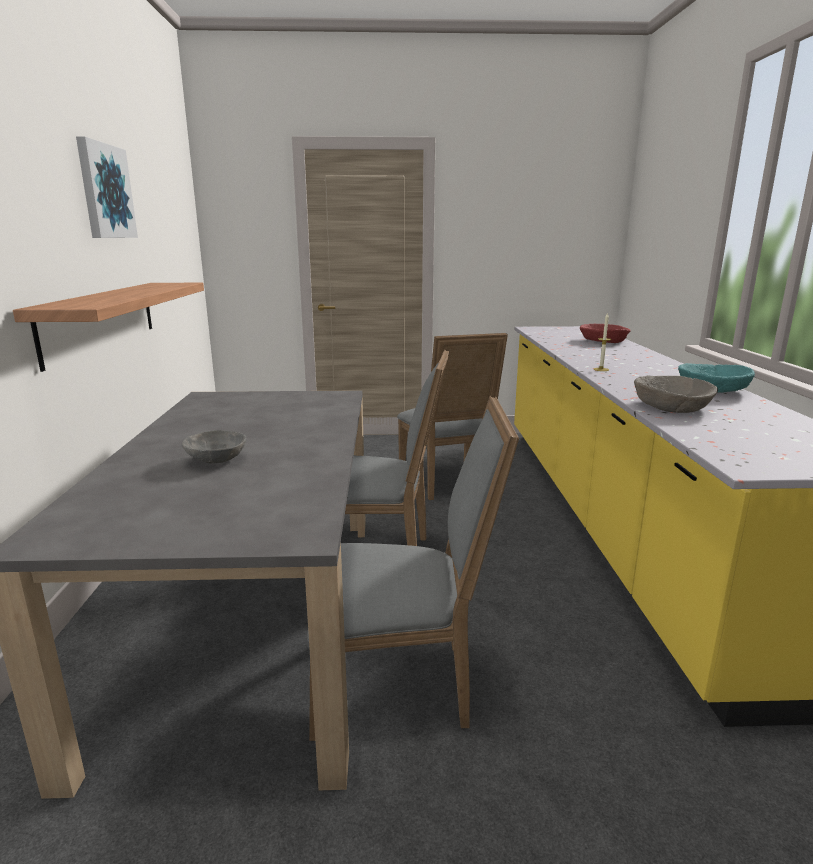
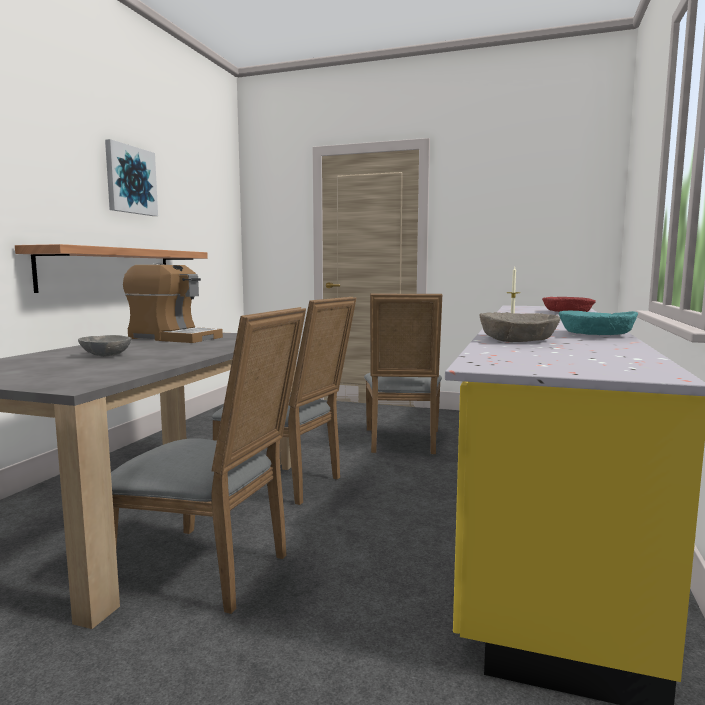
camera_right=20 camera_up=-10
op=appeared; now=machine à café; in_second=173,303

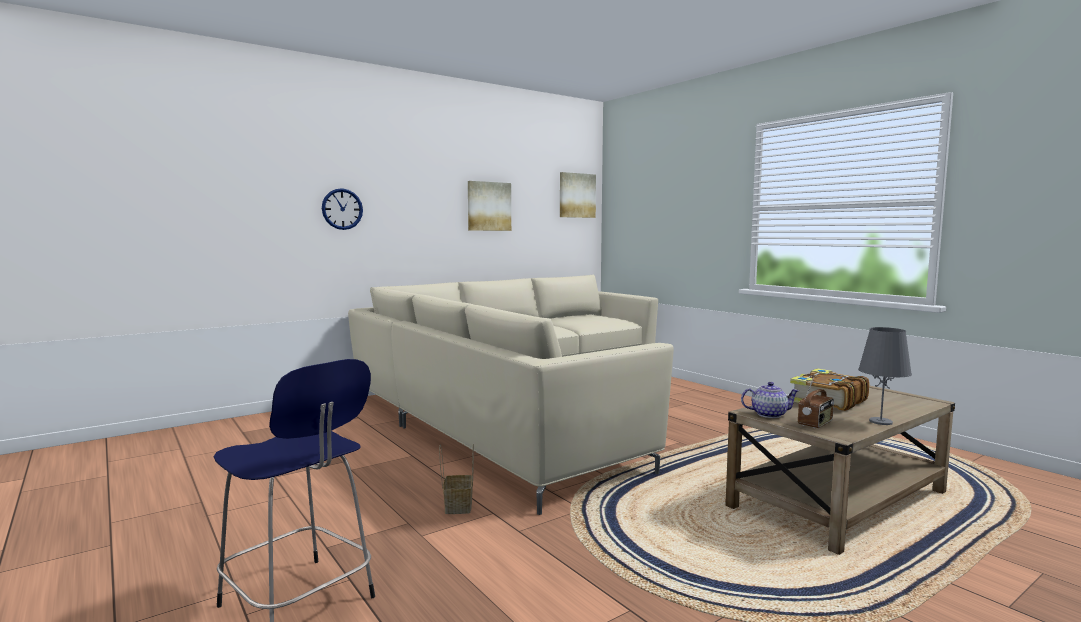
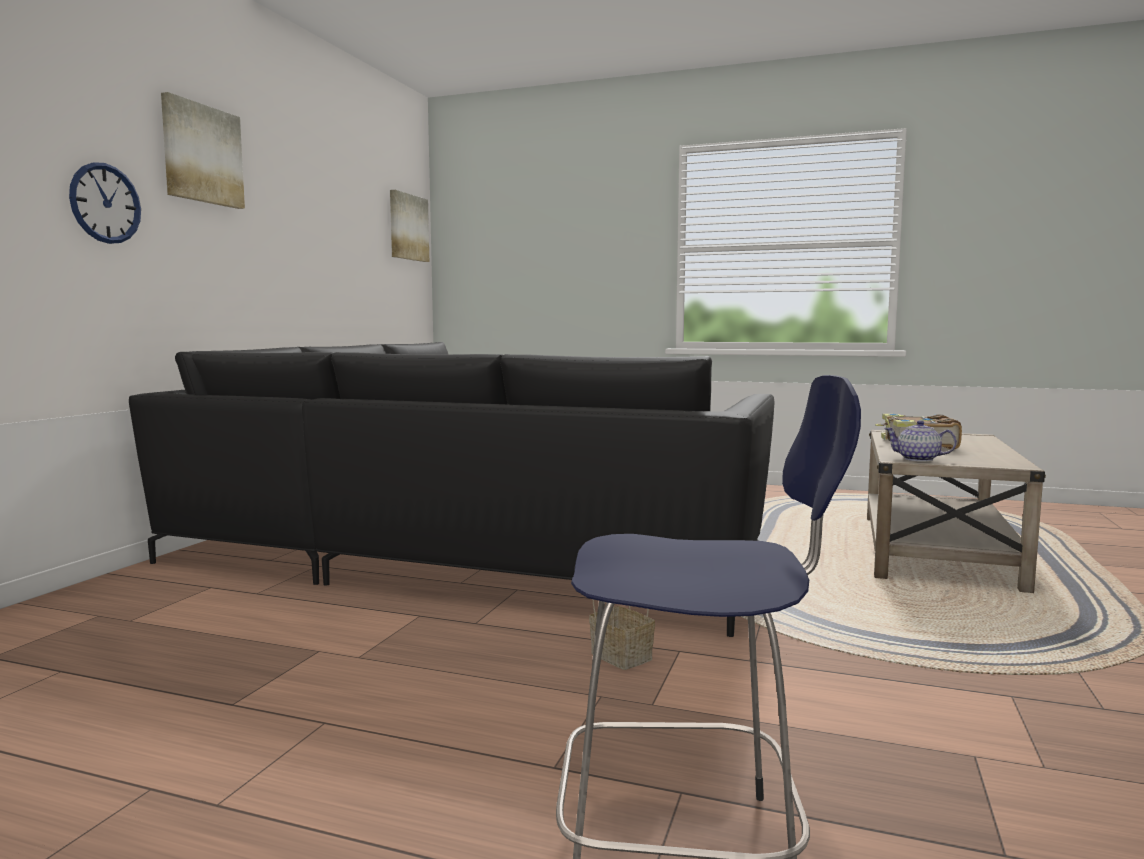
camera_right=-35 camera_up=0
op=relocated; was=tableau; in_first=489,206; in_second=203,150
op=colour; was=canapé (beige); now=canapé (noir); in_first=511,395; in_second=452,489
op=missing; was=lampe de table (gris); in_first=885,376
op=missing; was=radio; in_first=816,402
op=spun; was=théière; in_first=770,400; in_second=920,441; clockwise=-120

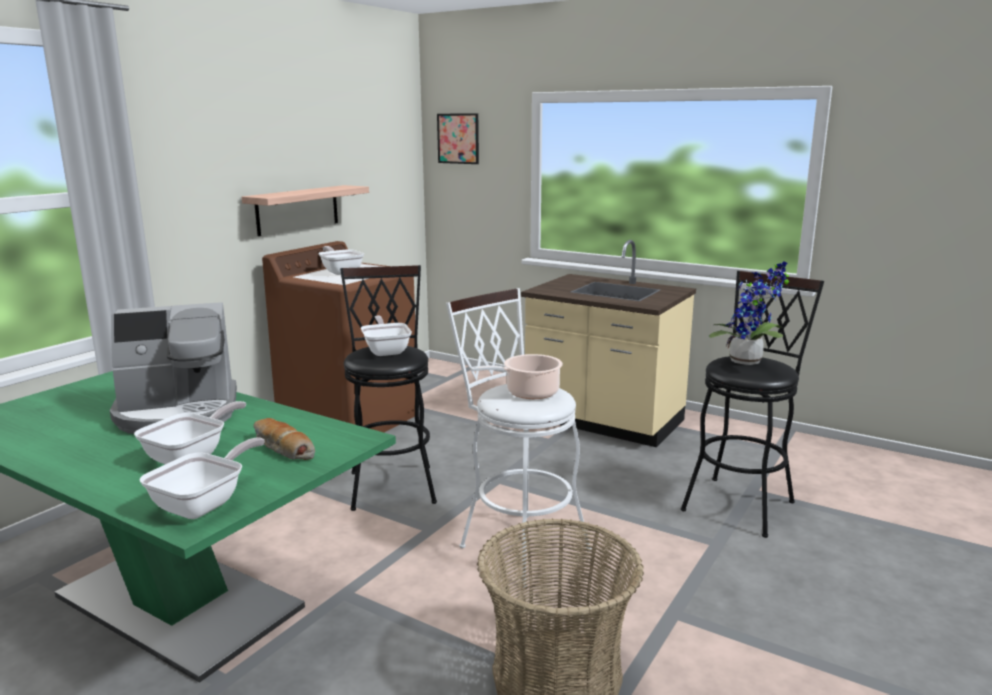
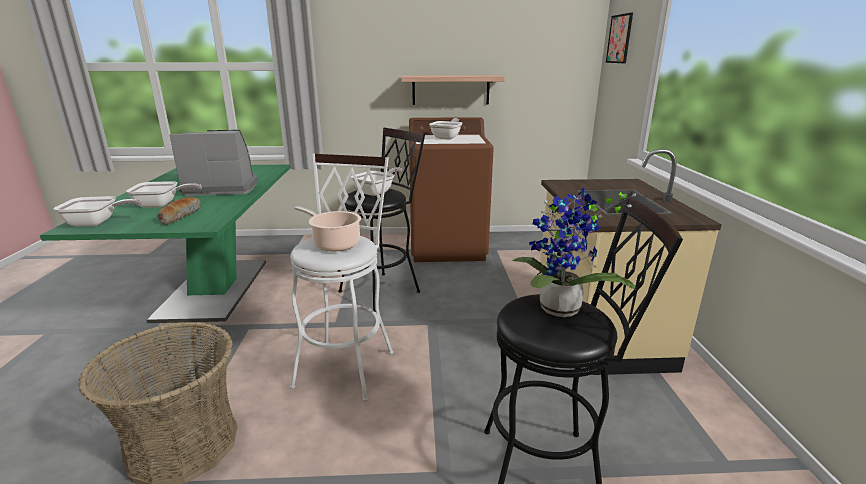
camera_right=55 camera_up=5
op=spun; was=machine à café; in_first=173,368; in_second=213,163; clockwise=135

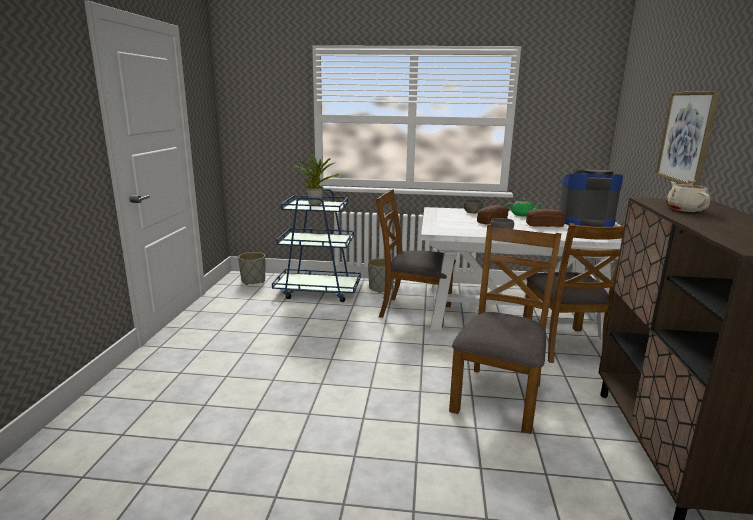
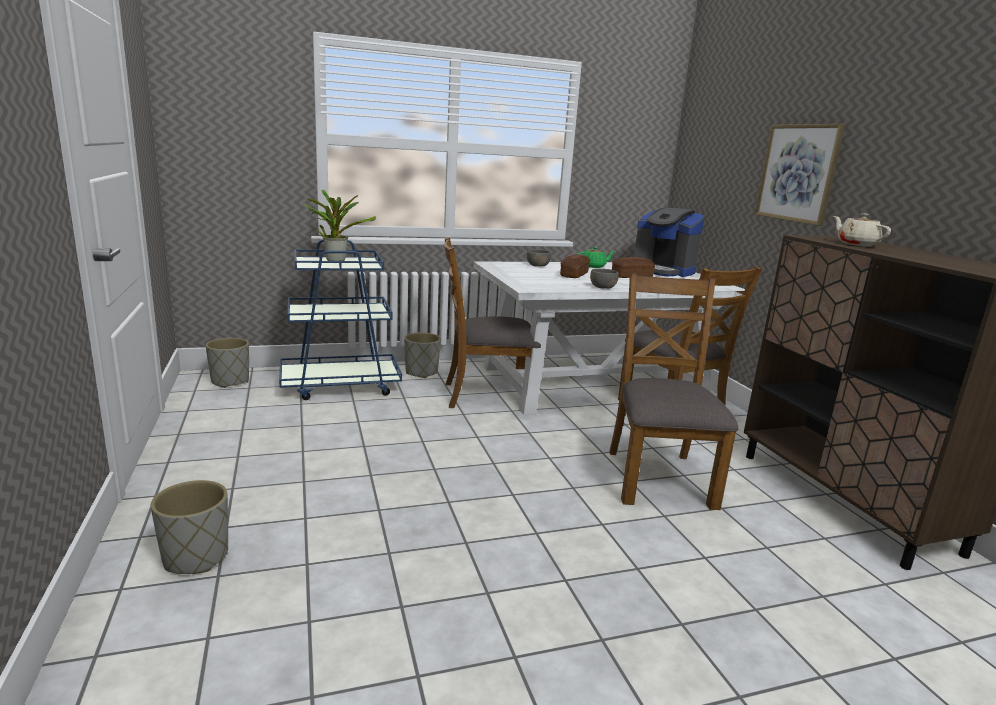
camera_right=-25 camera_up=0
op=spun; was=machine à café; in_first=591,198; in_second=669,242; clockwise=-120
op=appeared; now=cache-pot (gris); in_second=189,527

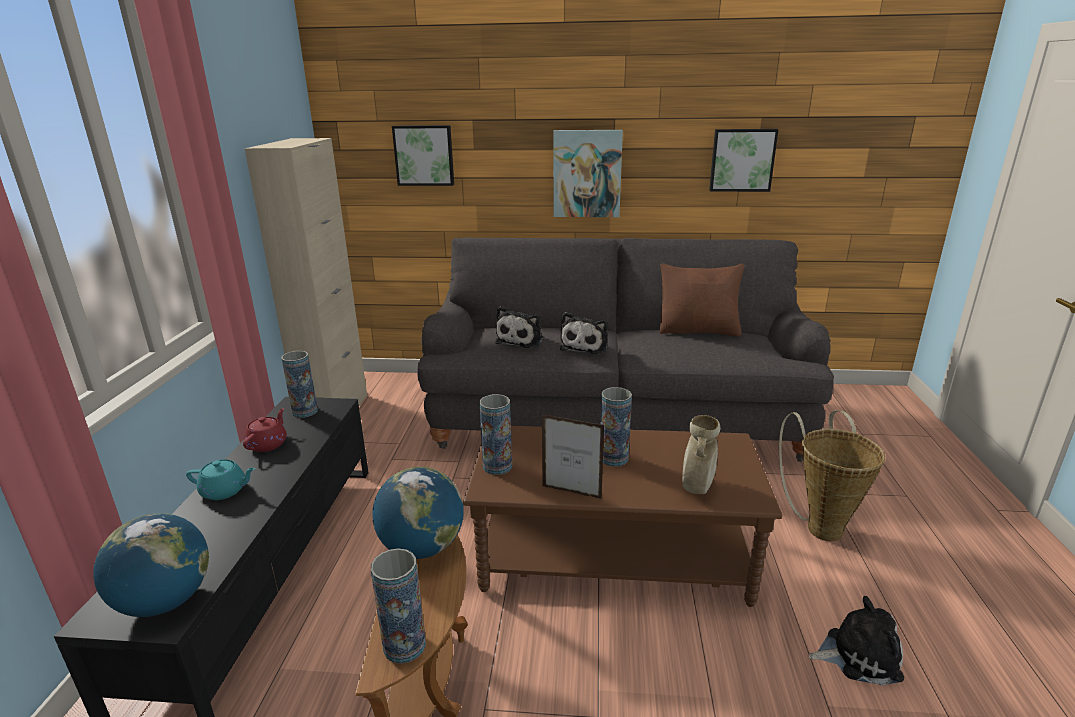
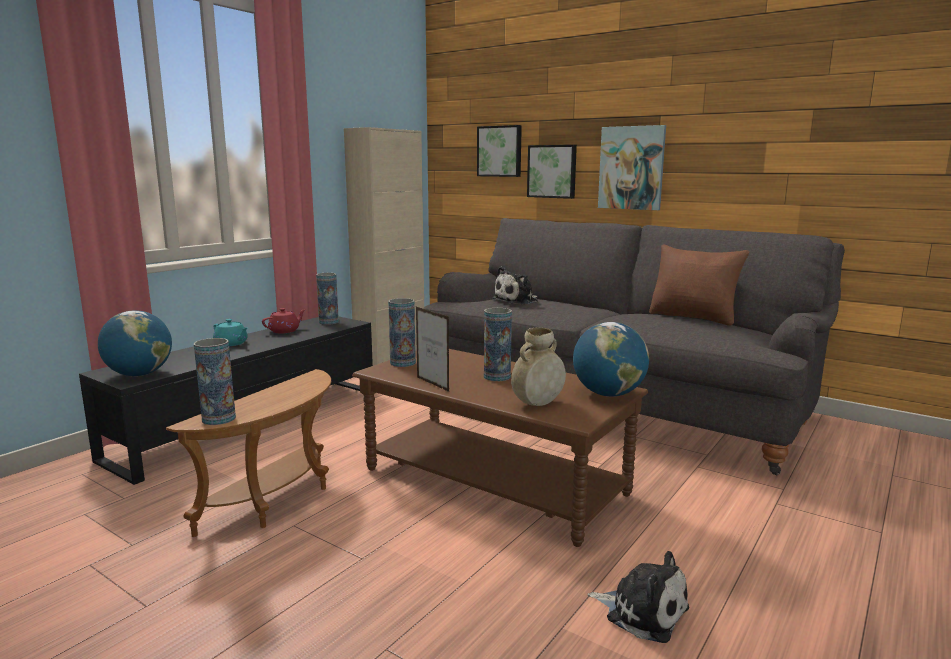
camera_right=30 camera_up=-10
op=relocated; was=tableau; in_first=744,160; in_second=552,172
op=missing; was=peluche; in_first=584,333
op=missing; was=panier; in_first=832,475
op=relocated; was=globe; in_first=418,513; in_second=611,359

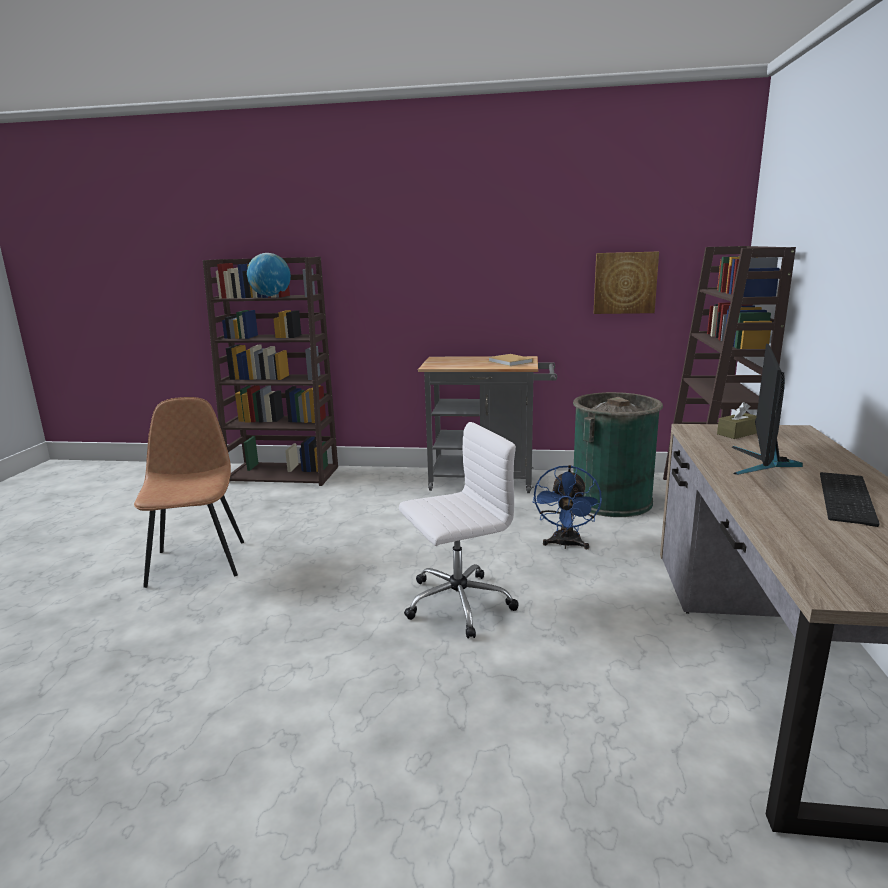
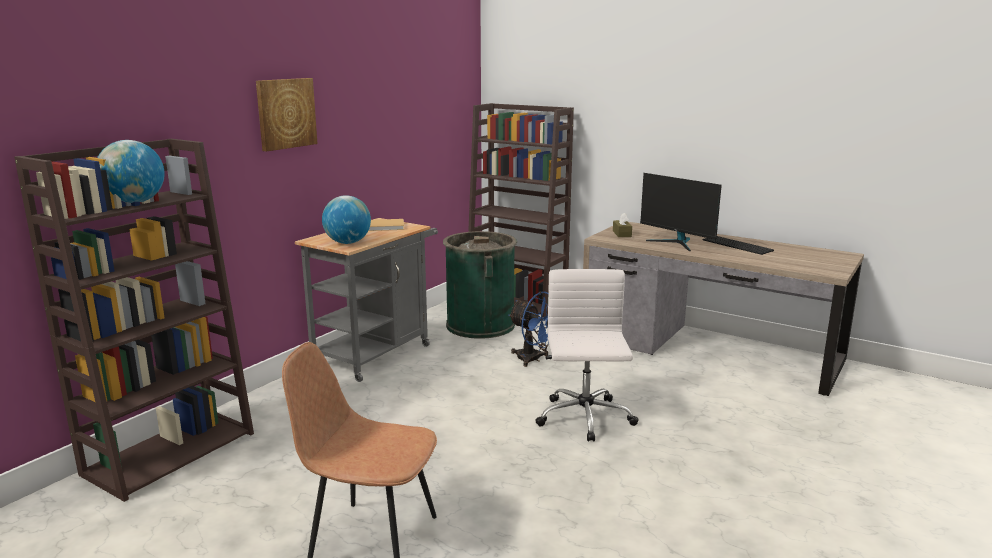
camera_right=-65 camera_up=0
op=relocated; was=tableau; in_first=626,283; in_second=286,115
op=appeared; now=globe; in_second=346,219

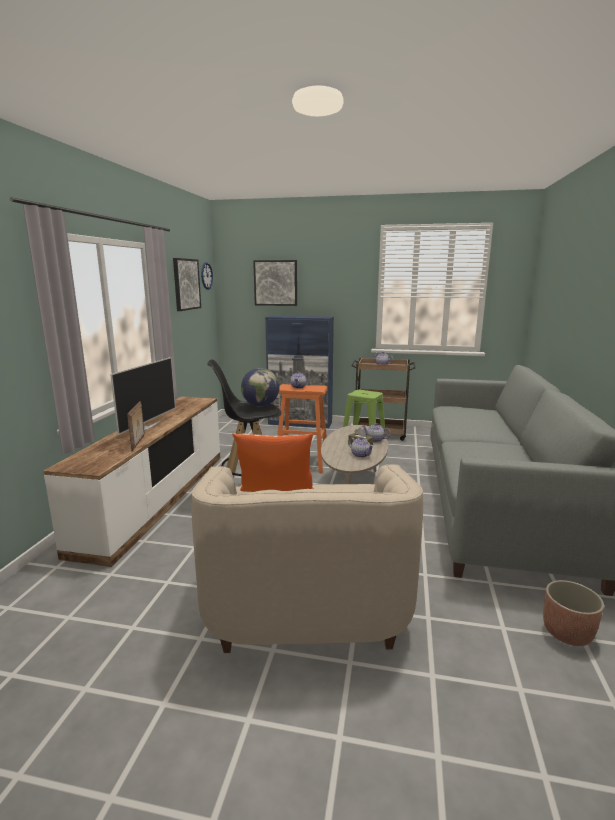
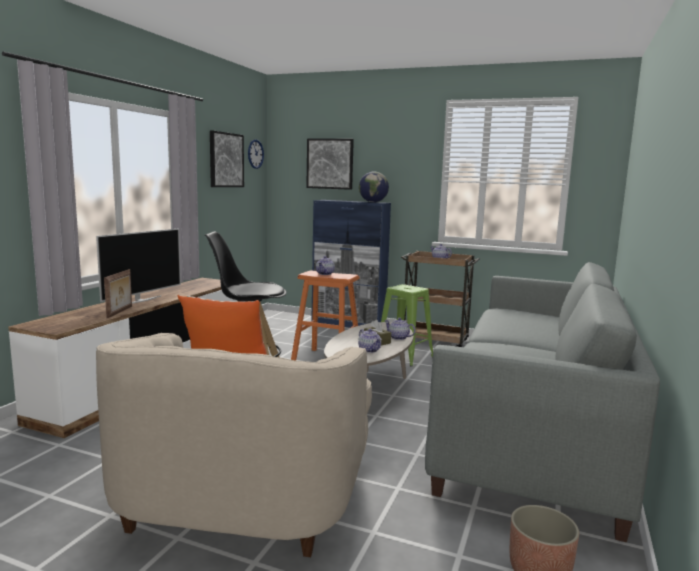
camera_right=10 camera_up=-5
op=relocated; was=globe; in_first=260,387; in_second=374,187

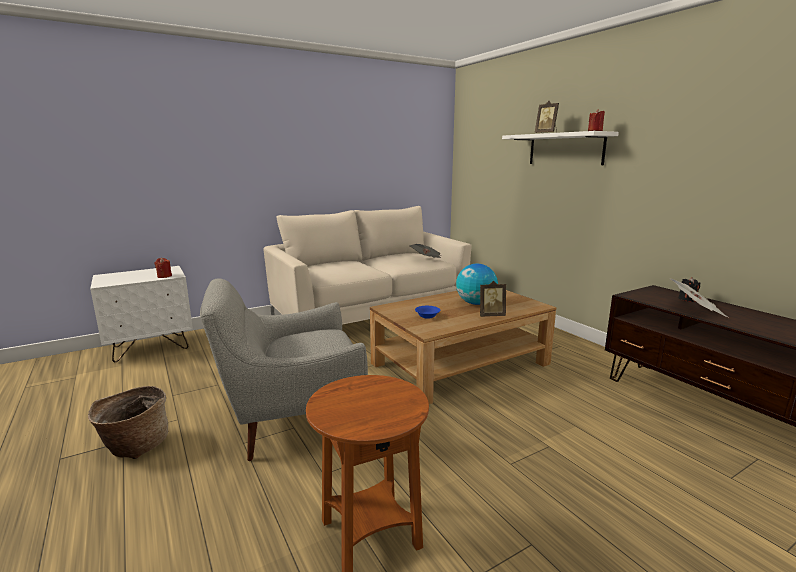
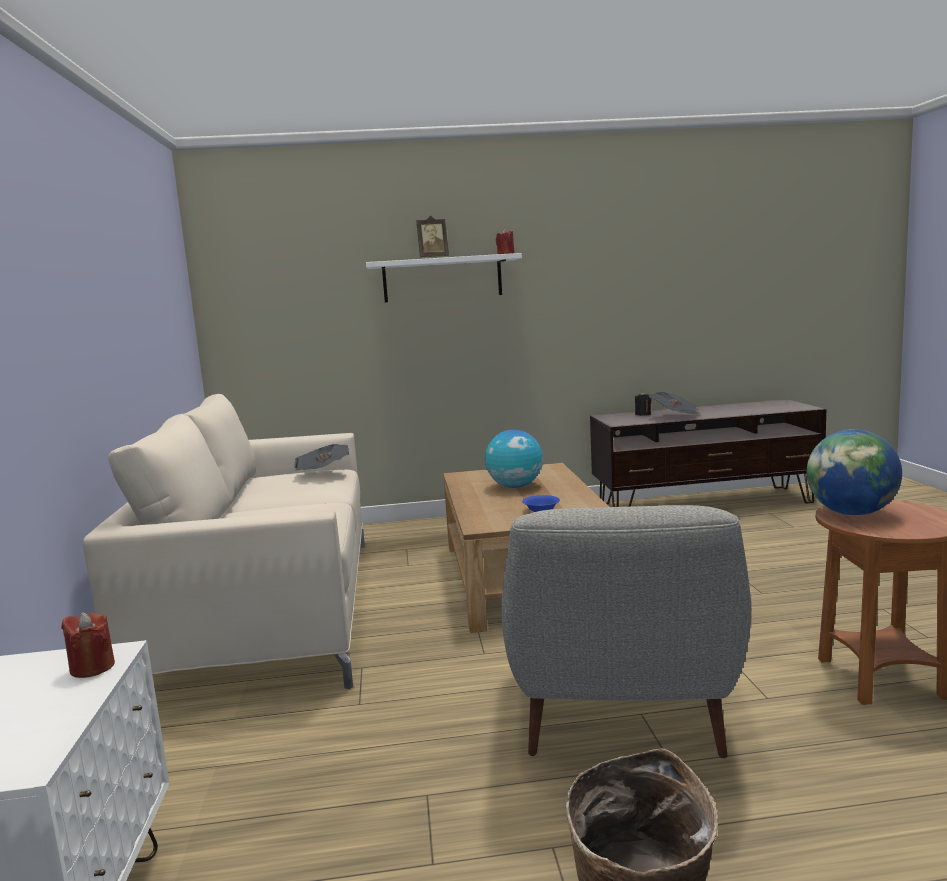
camera_right=-65 camera_up=-5
op=missing; was=cadre photo; in_first=493,299
op=appeared; now=globe; in_second=854,472

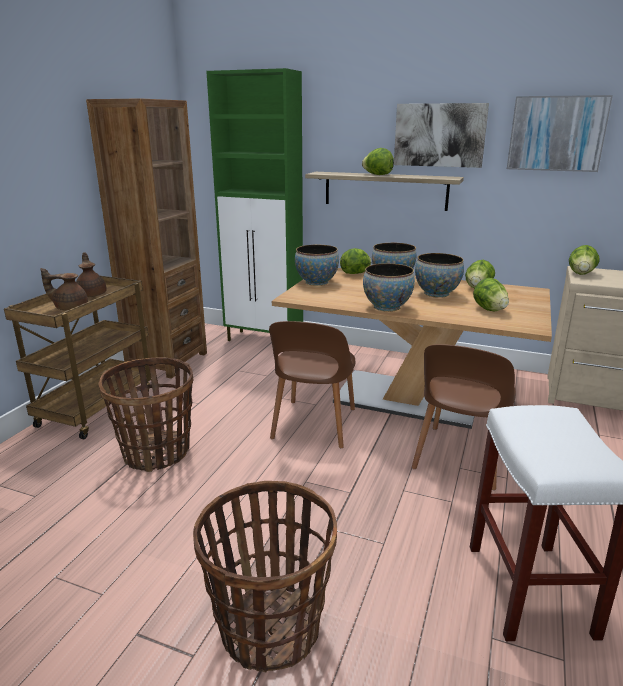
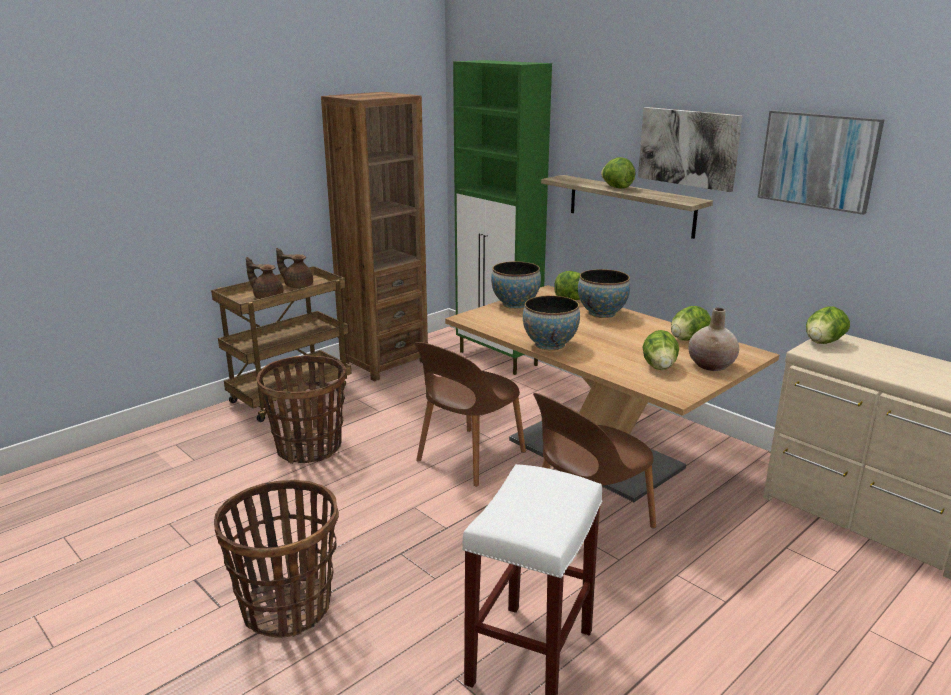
camera_right=25 camera_up=0
op=spun; was=théière (marron); in_first=91,274; in_second=294,268; clockwise=-75
op=missing; was=bol; in_first=439,275
op=appeared; now=vase (beige); in_second=713,339

